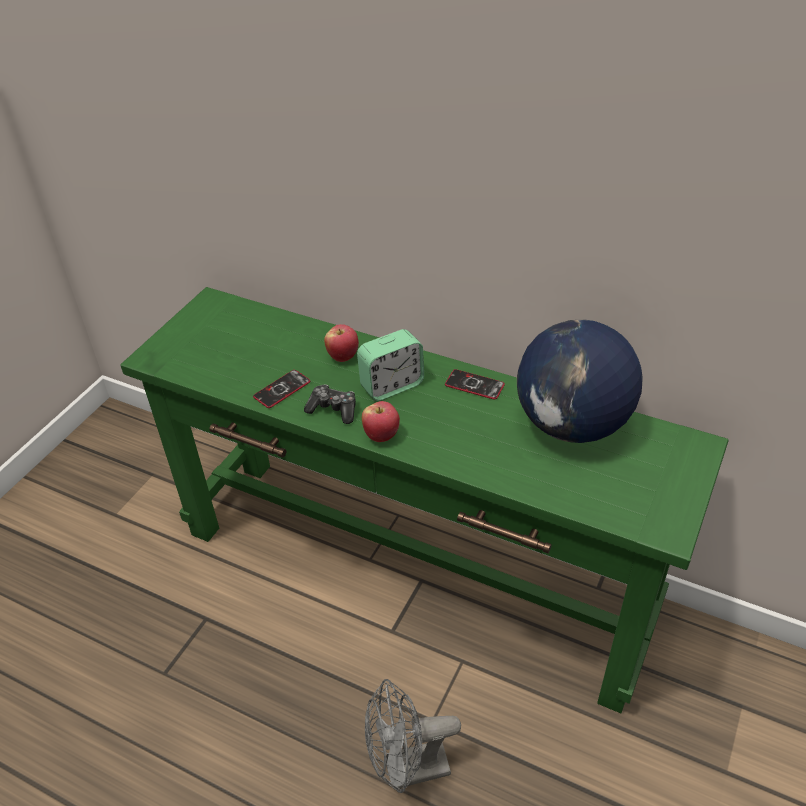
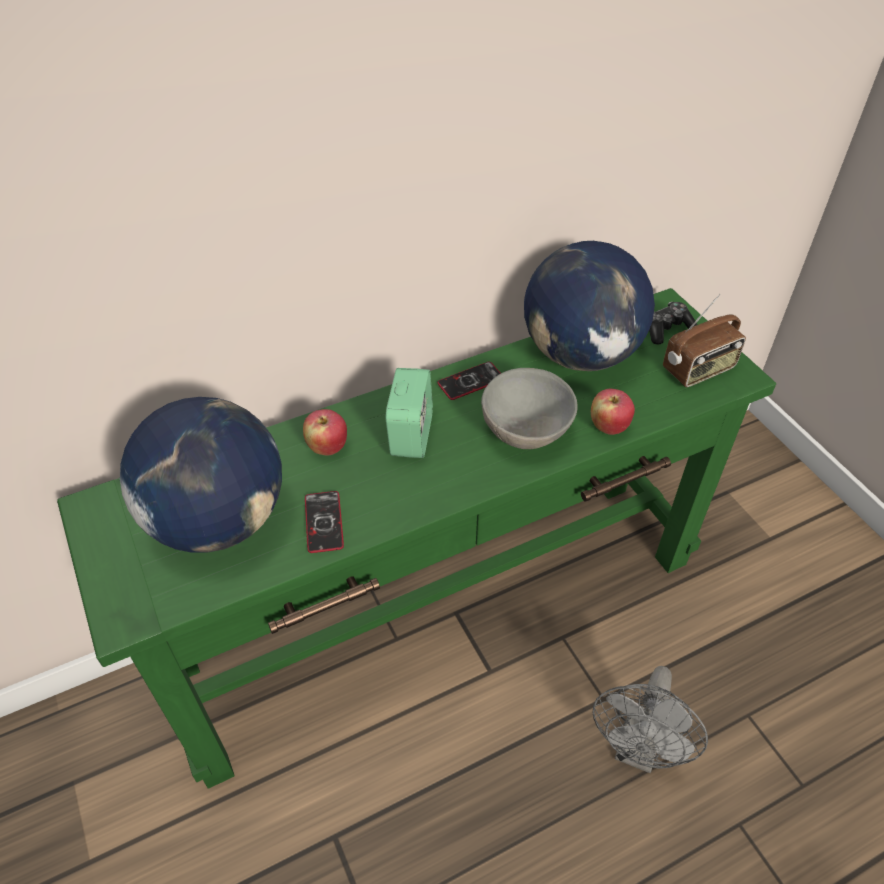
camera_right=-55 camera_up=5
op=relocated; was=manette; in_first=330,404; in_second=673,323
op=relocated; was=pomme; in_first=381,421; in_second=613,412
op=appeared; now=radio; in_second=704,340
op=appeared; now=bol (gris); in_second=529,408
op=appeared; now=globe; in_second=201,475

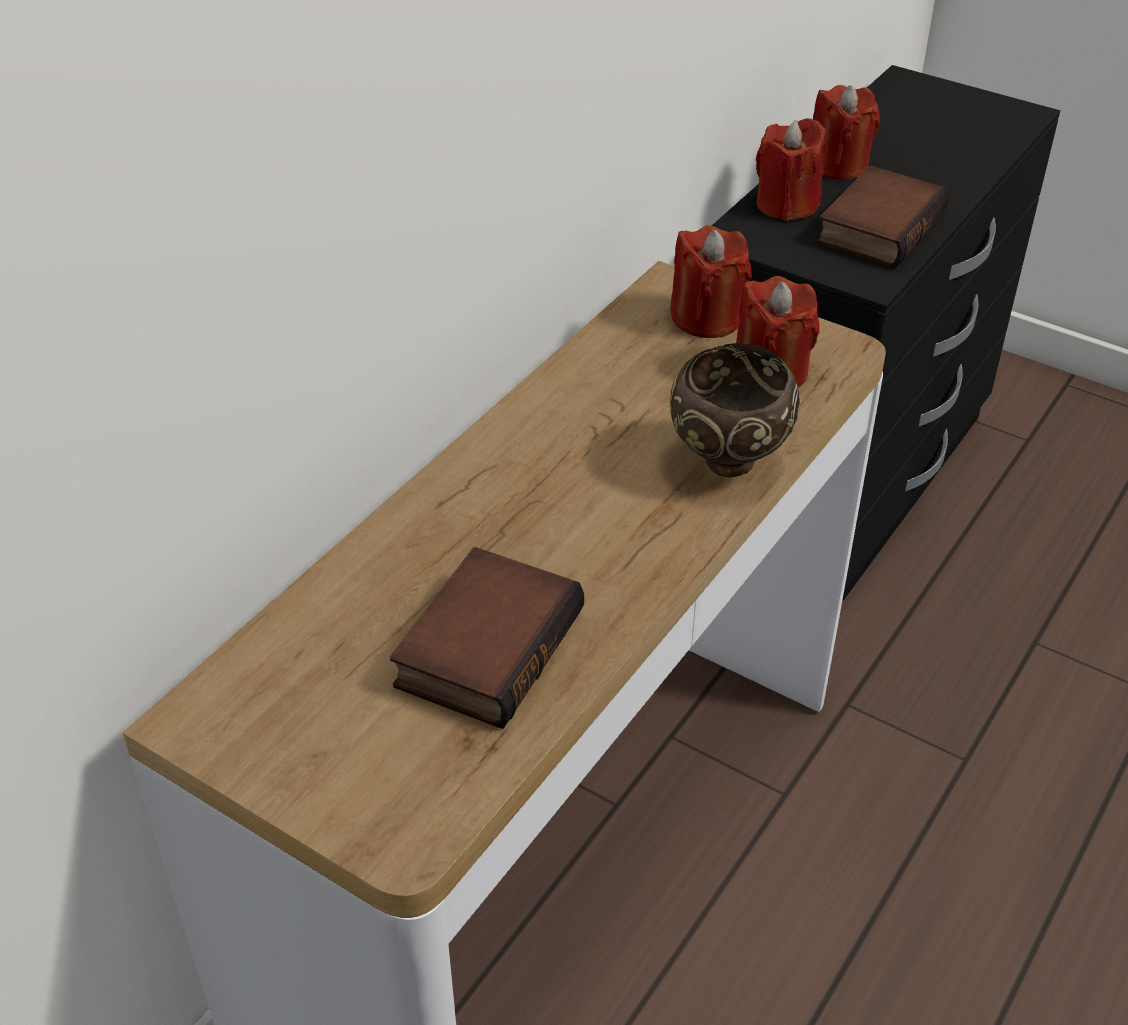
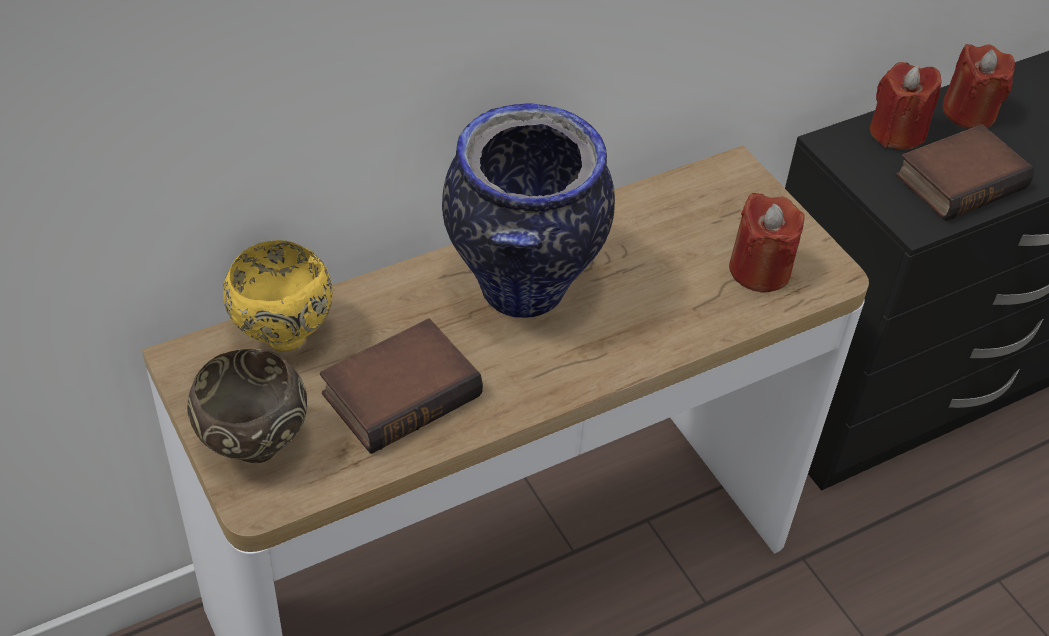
camera_right=25 camera_up=5
op=missing; was=bougie (rouge); in_first=711,281
op=relocated; was=bol (marron); in_first=735,410; in_second=247,406
op=appeared; now=vase; in_second=528,211
op=appeared; now=bol (jaune); in_second=278,296

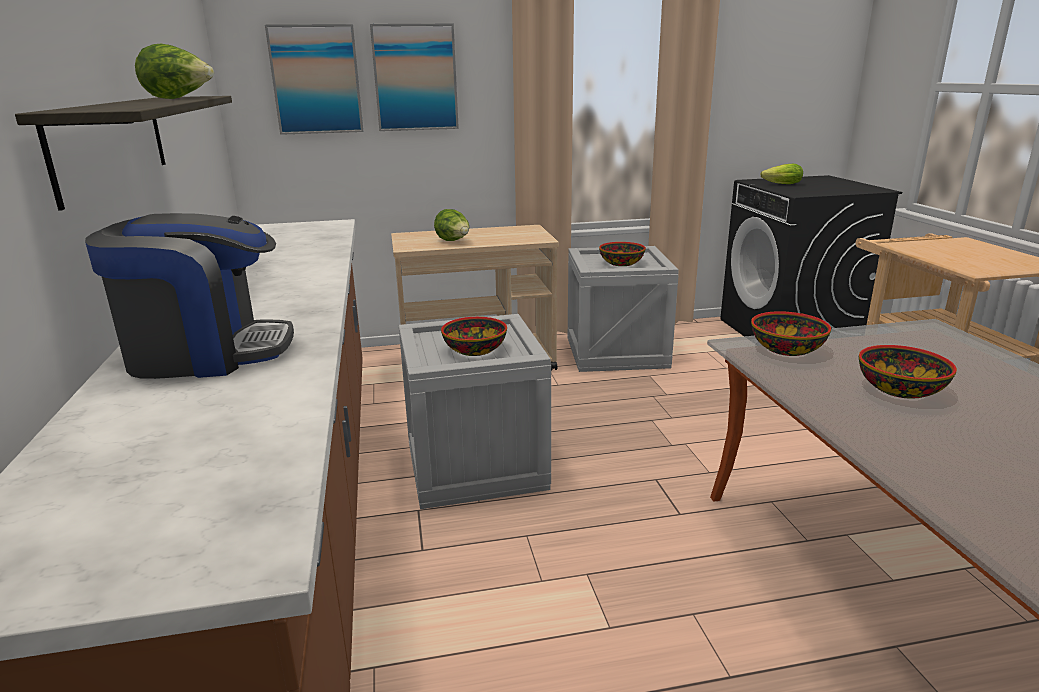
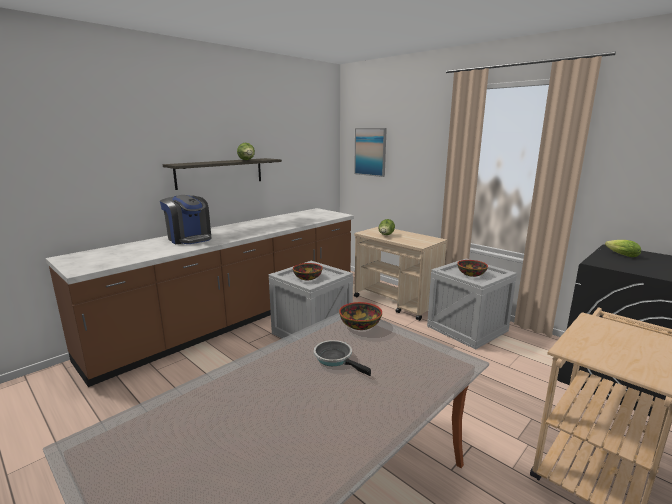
camera_right=55 camera_up=-5
op=missing; was=tableau; in_first=414,77
op=exchanged; was=bol; now=poêle; in_first=908,372; in_second=342,358

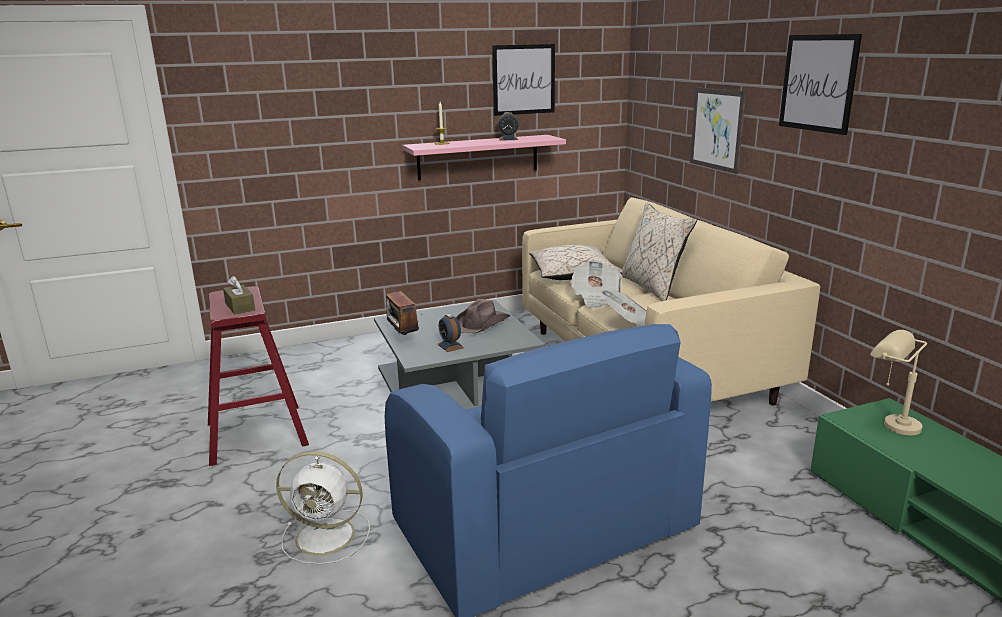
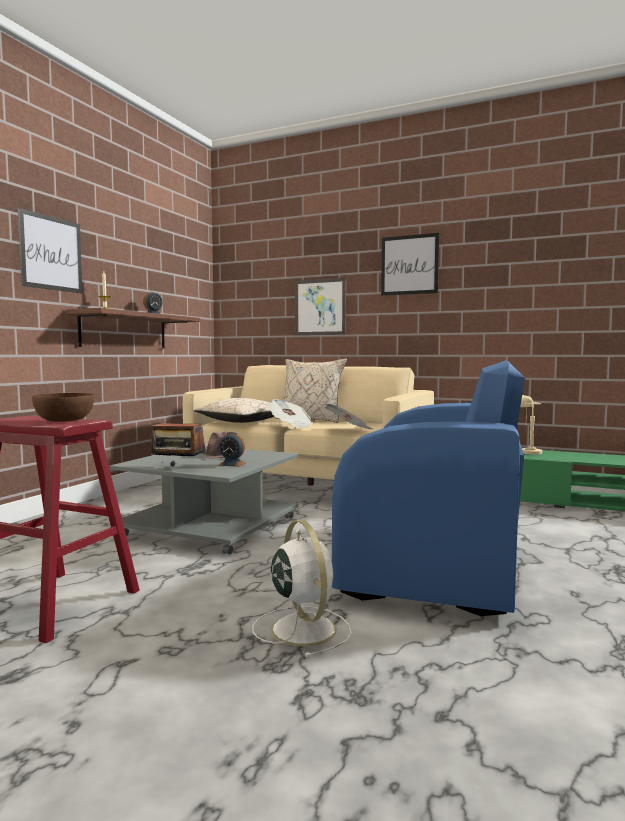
camera_right=-45 camera_up=-15
op=relocated; was=tableau; in_first=523,80; in_second=50,250
op=colour; was=étagère (rose); now=étagère (marron); in_first=484,157; in_second=133,328
op=exchanged; was=boîte à mouchoirs (marron); now=bol (marron); in_first=239,295; in_second=63,407
op=spun; was=ventilateur (blanc); in_first=323,507; in_second=302,589; clockwise=-75

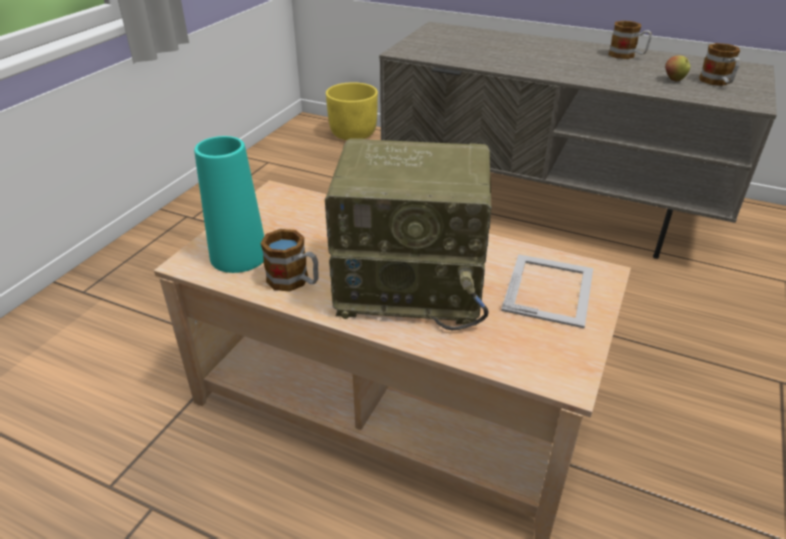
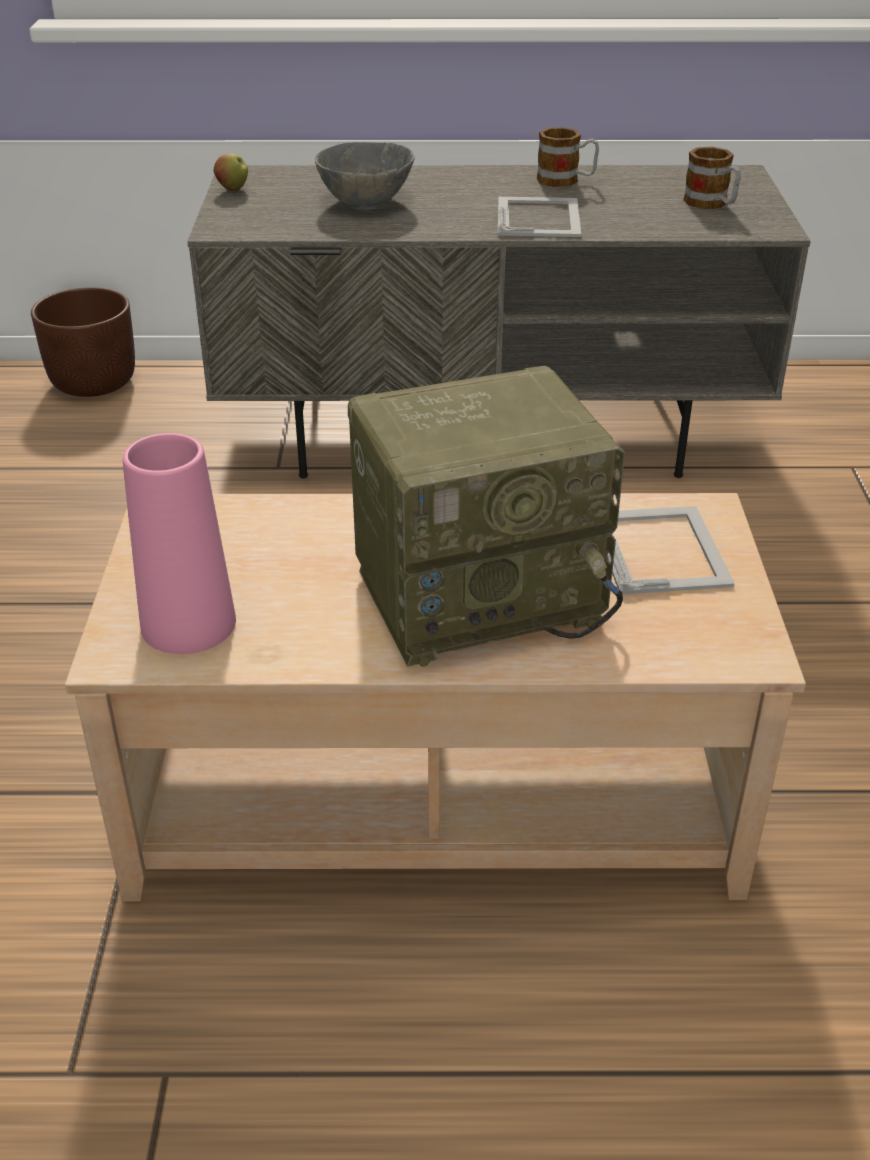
camera_right=-25 camera_up=0
op=relocated; was=pomme; in_first=677,68; in_second=231,172
op=colour; was=cache-pot (jaune); now=cache-pot (marron); in_first=352,111; in_second=83,342
op=colour; was=vase (turquoise); now=vase (rose); in_first=229,204; in_second=179,543
op=missing; was=mug; in_first=290,260
op=appeared; now=bol (gris); in_second=365,174
op=appeared; now=cadre photo; in_second=539,217

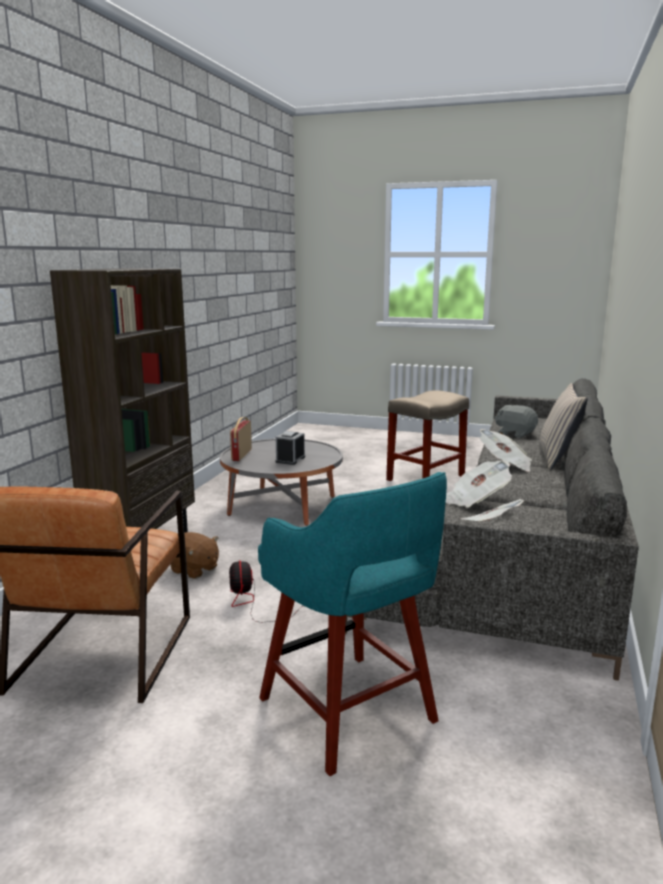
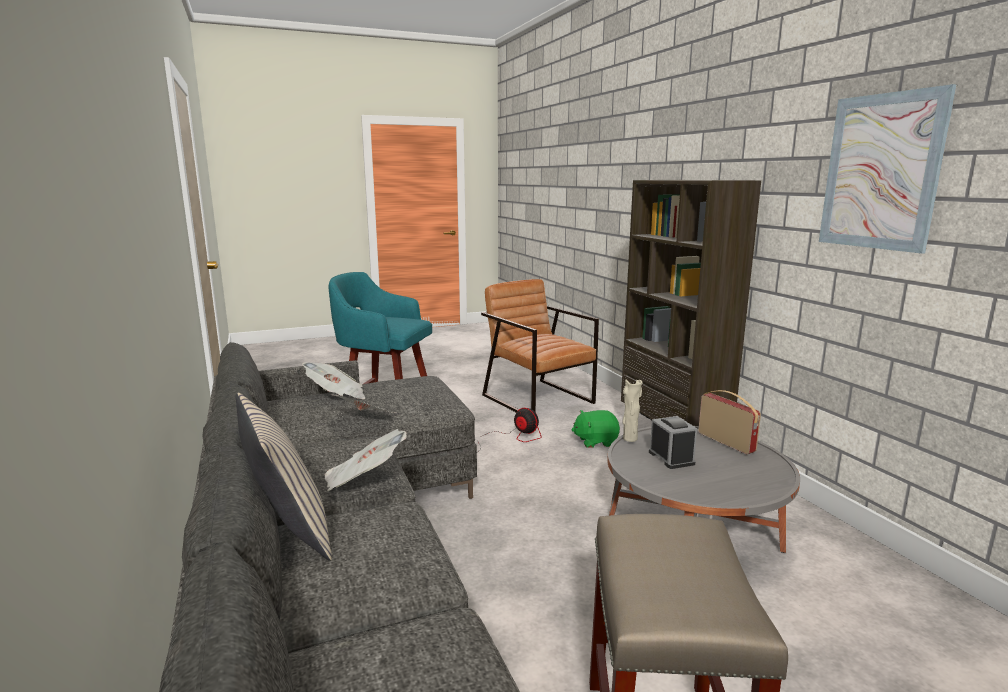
camera_right=140 camera_up=0
op=missing; was=peluche (gris); in_first=516,421
op=colour; was=peluche (marron); now=peluche (vert); in_first=194,555; in_second=595,429
op=appeared; now=tableau; in_second=888,169
op=appeared; now=vase (beige); in_second=632,411

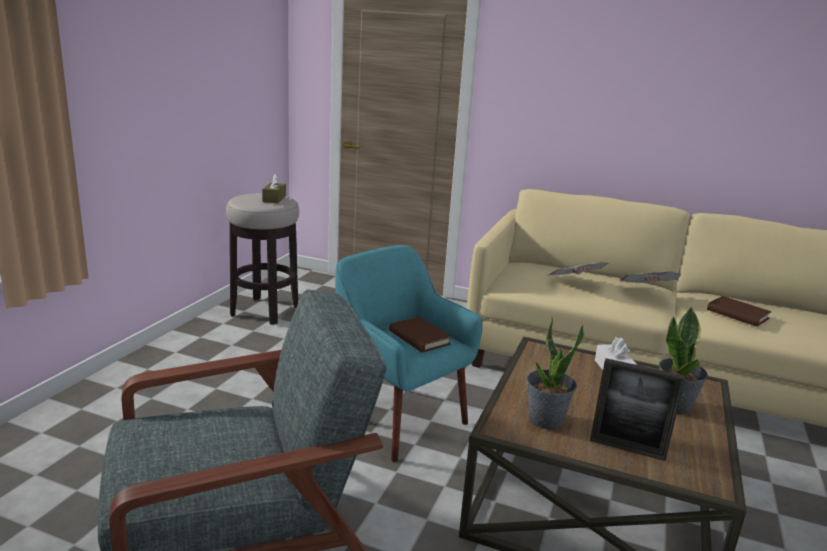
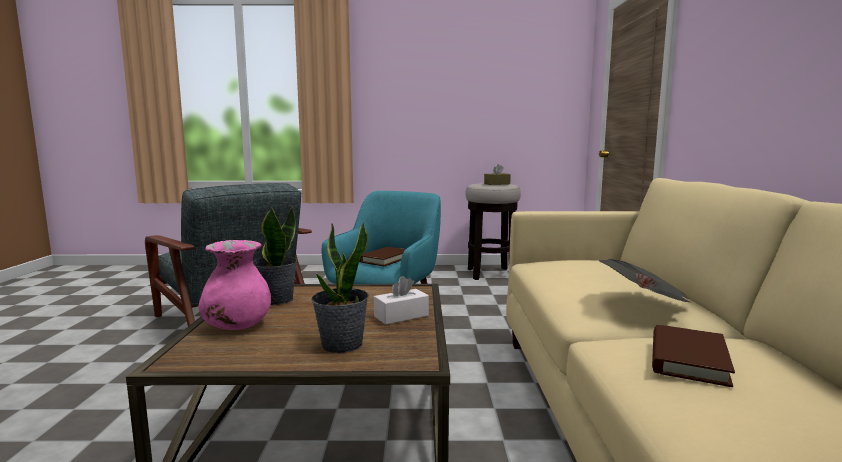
camera_right=70 camera_up=-10
op=missing; was=journal; in_first=578,269
op=exchanged; was=cadre photo; now=vase (rose); in_first=637,409; in_second=235,285

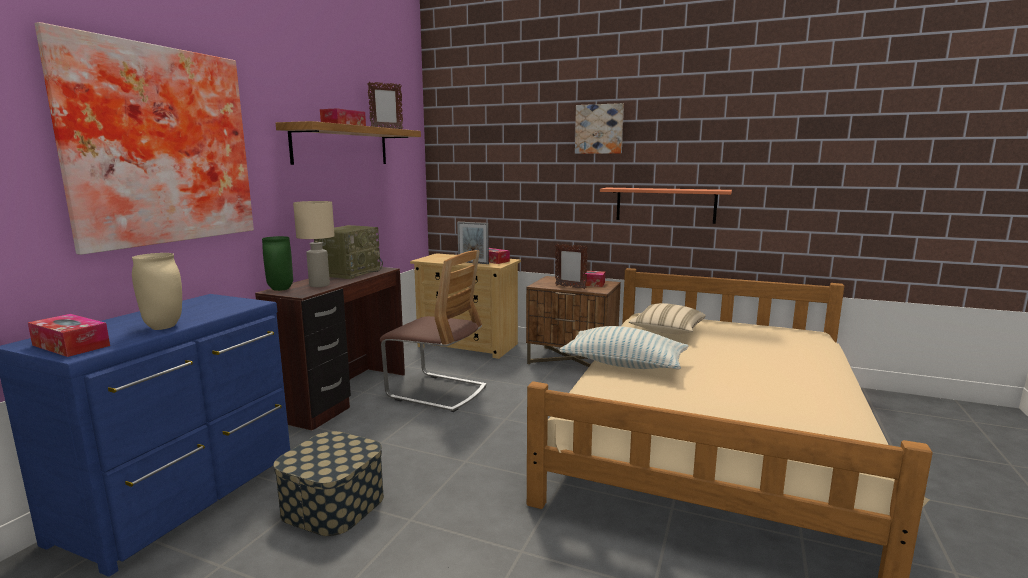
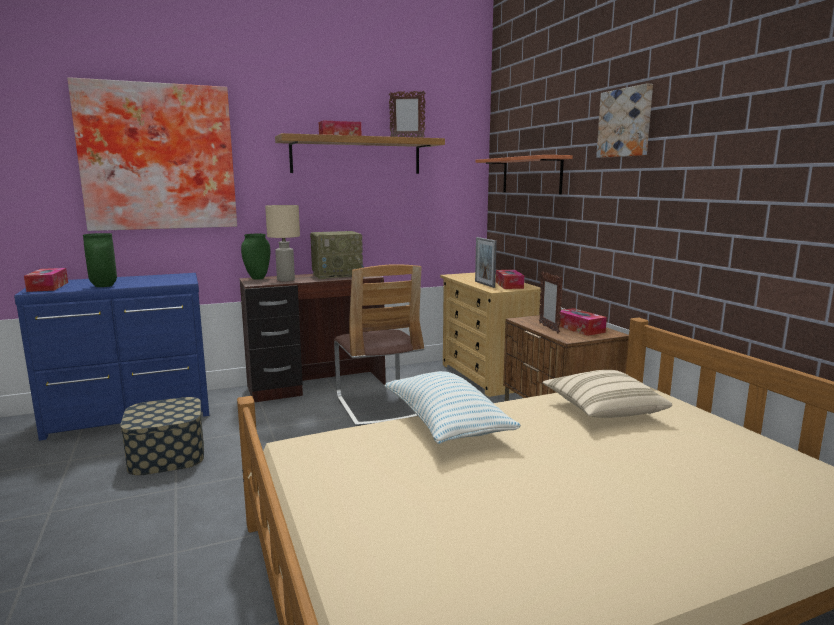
camera_right=45 camera_up=0
op=relocated; was=étagère; in_first=666,206; in_second=524,174
op=colour; was=vase (beige); now=vase (vert); in_first=157,291; in_second=100,260

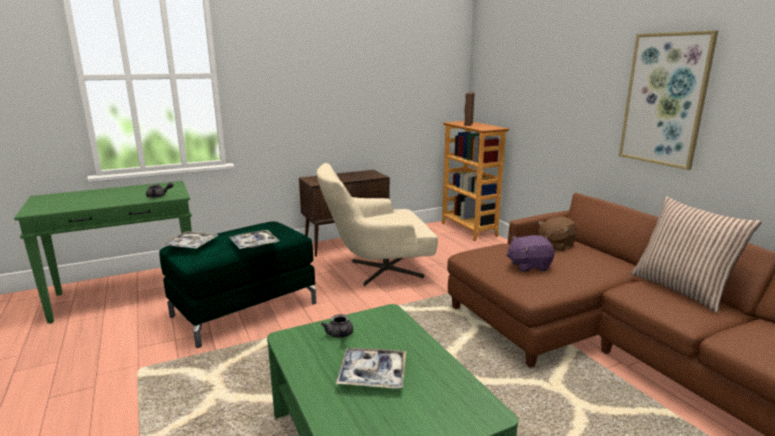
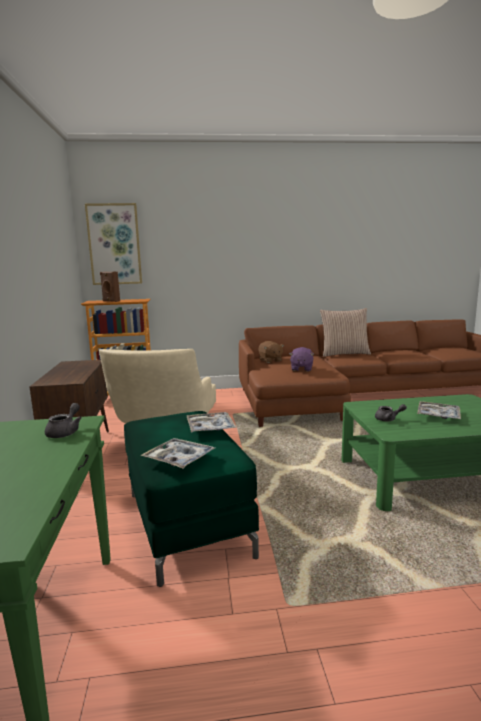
camera_right=-70 camera_up=-5
op=relocated; was=tableau; in_first=668,100; in_second=113,244

